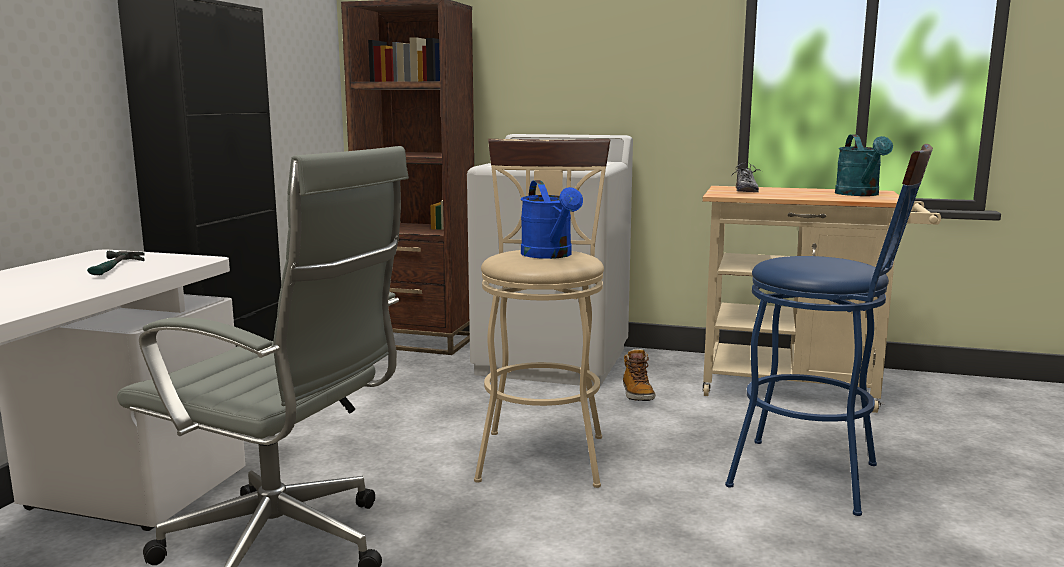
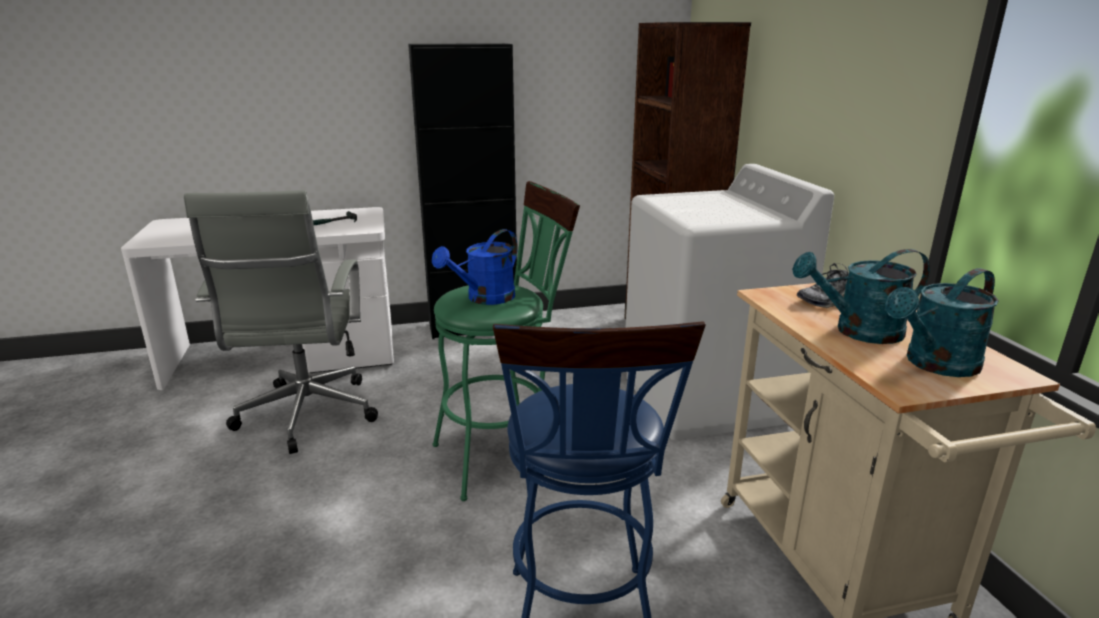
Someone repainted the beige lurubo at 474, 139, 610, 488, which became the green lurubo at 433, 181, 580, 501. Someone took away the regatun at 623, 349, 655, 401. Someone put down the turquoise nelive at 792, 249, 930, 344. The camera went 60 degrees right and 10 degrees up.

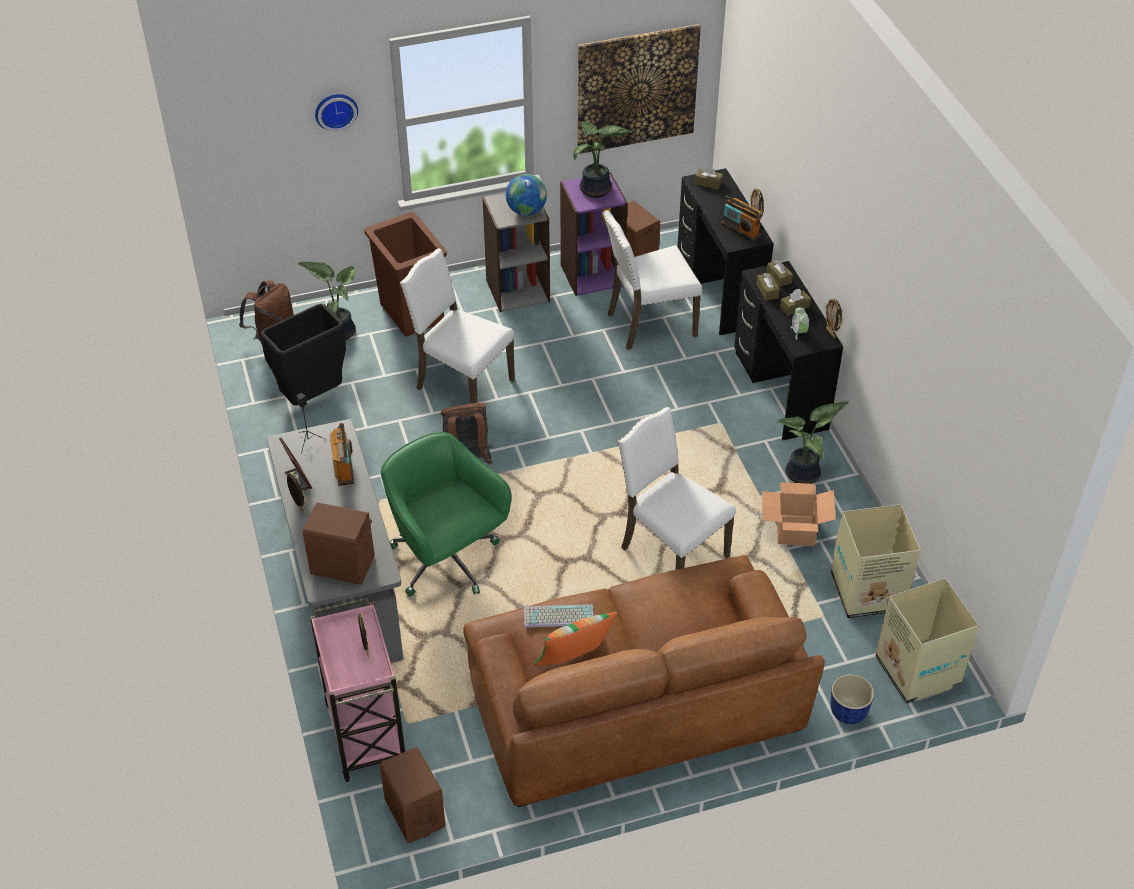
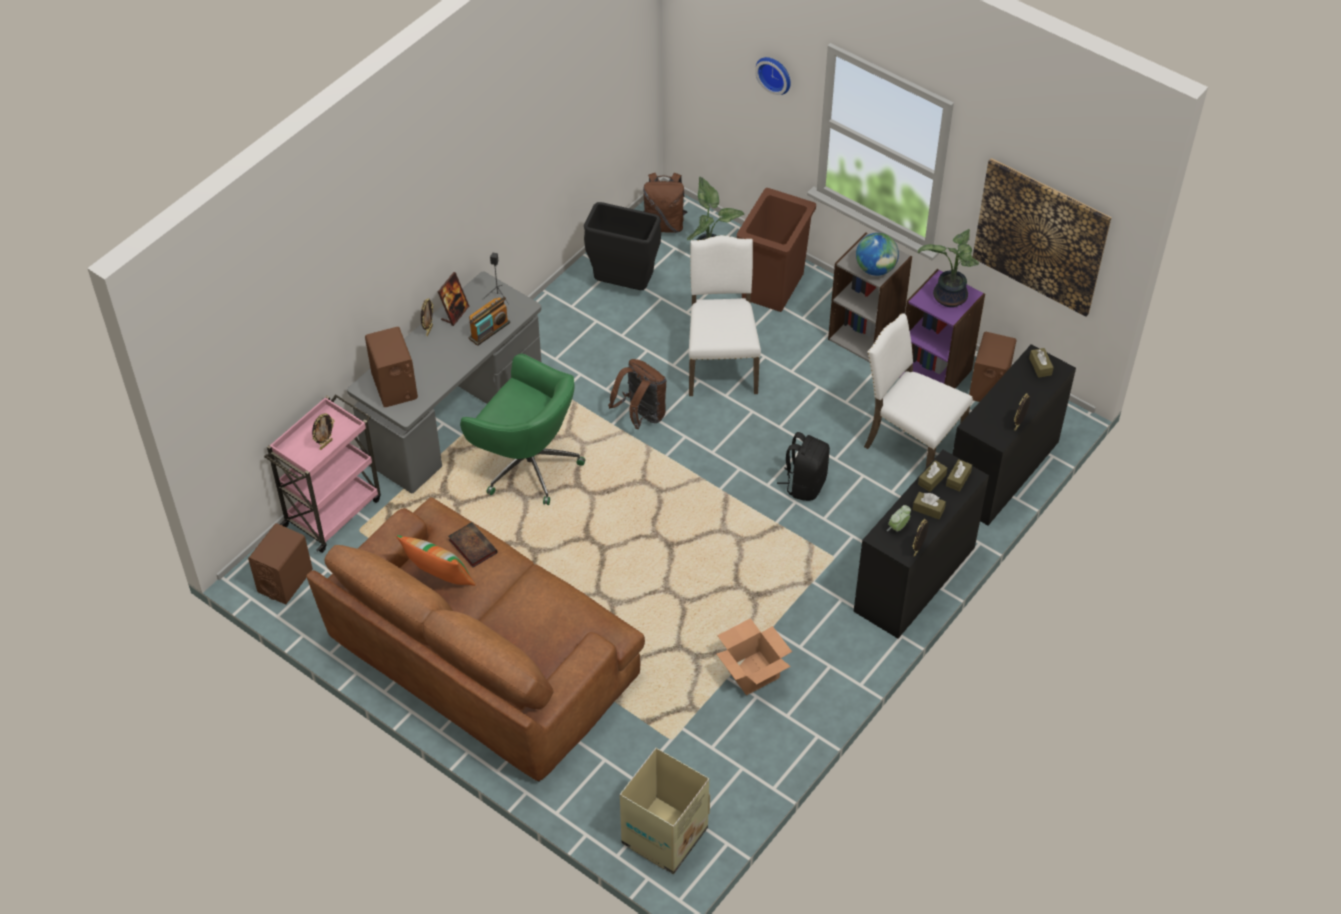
Someone took away the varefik at 721, 195, 762, 242. Someone took away the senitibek at 777, 401, 849, 484. Someone took away the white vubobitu at 618, 407, 736, 570. Someone rotated the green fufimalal at 381, 432, 512, 597 by 105 degrees clockwise. Someone took away the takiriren at 831, 504, 920, 618. Someone swapped the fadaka at 524, 604, 593, 628 for the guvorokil at 448, 522, 498, 568. Someone took away the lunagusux at 830, 674, 874, 724. Someone put down the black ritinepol at 777, 432, 830, 501. The camera went 55 degrees right and 5 degrees up.

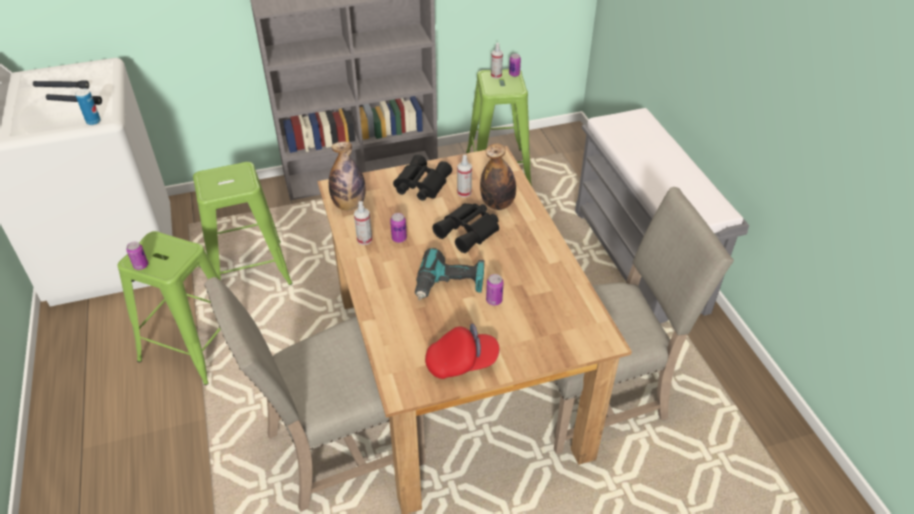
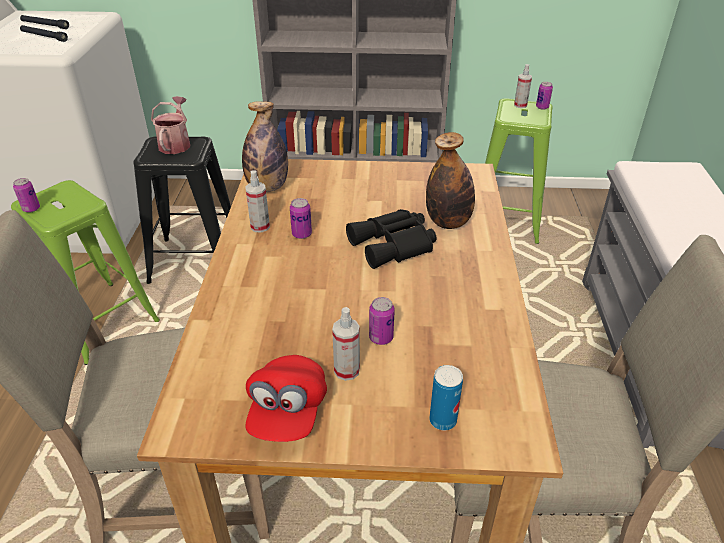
Someone carried the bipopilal from 75, 88, 101, 125 to 429, 365, 463, 431. Someone took away the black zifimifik at 393, 155, 452, 200. Someone carried the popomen from 457, 155, 472, 197 to 332, 307, 360, 381. Someone repainted the green lurubo at 193, 162, 292, 285, which became the black lurubo at 133, 136, 231, 284. Someone took away the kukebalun at 415, 248, 484, 301. Someone rotated the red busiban at 425, 323, 500, 379 by 90 degrees clockwise. Someone put down the nelive at 151, 96, 190, 154. The camera went 20 degrees right and 5 degrees down.

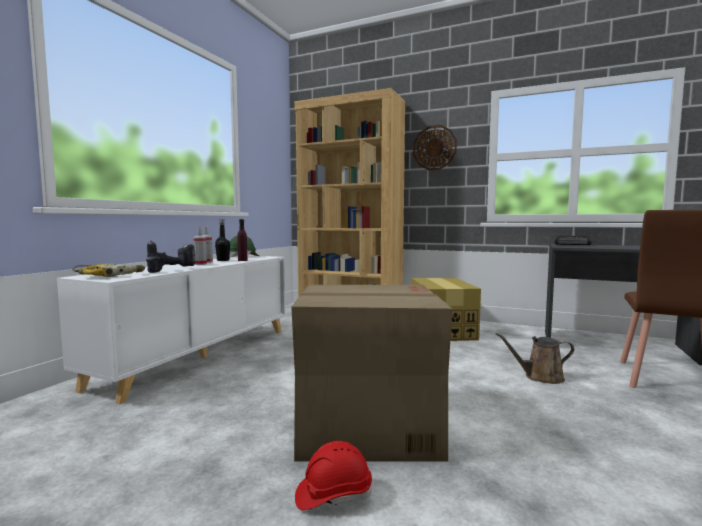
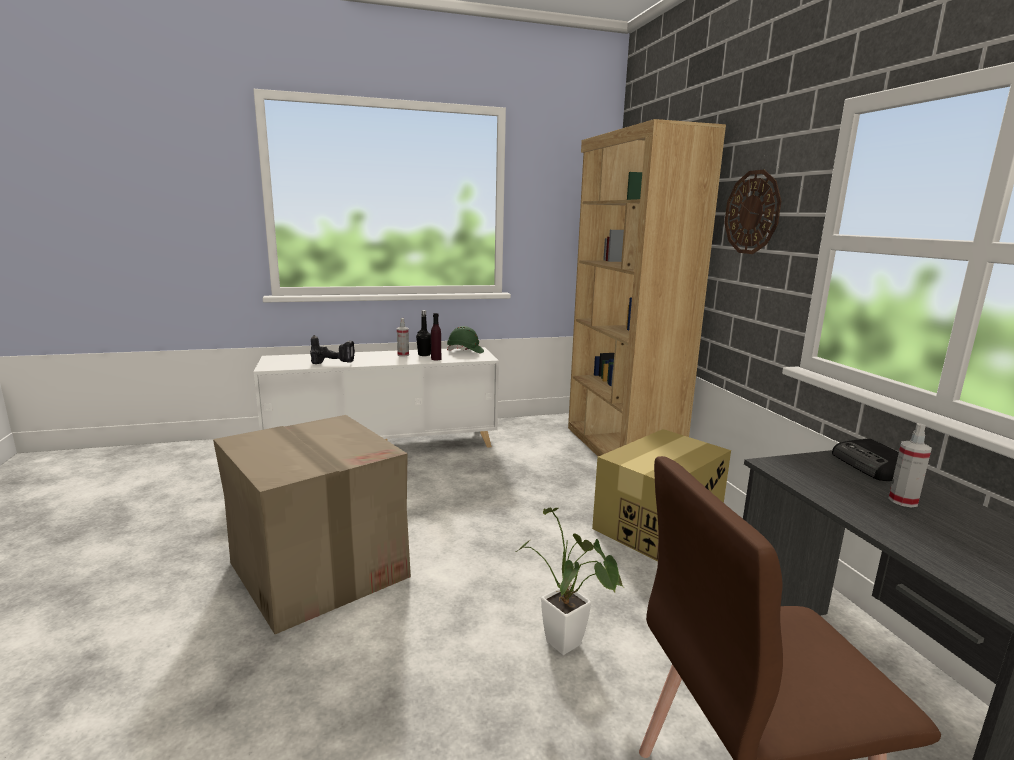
Someone carried the popomen from 194, 227, 207, 265 to 888, 423, 932, 507. Someone took away the kukebalun at 72, 263, 145, 277. Someone swapped the brown nelive at 495, 333, 574, 384 for the senitibek at 516, 507, 624, 655. Someone took away the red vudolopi at 295, 441, 372, 510. The camera went 50 degrees right and 10 degrees up.

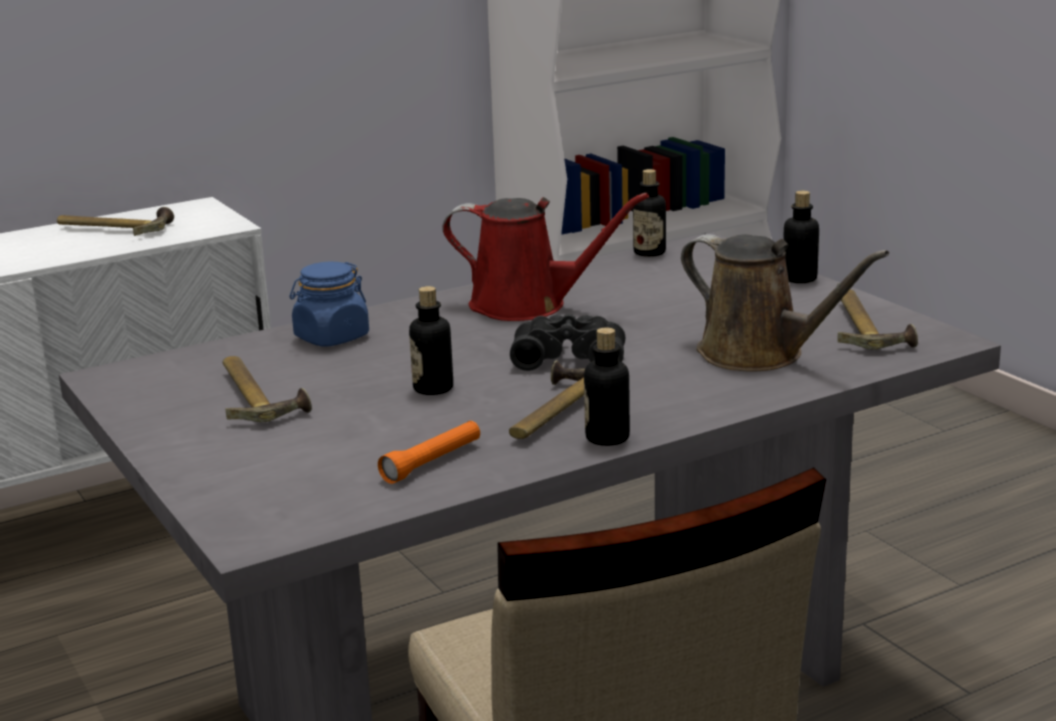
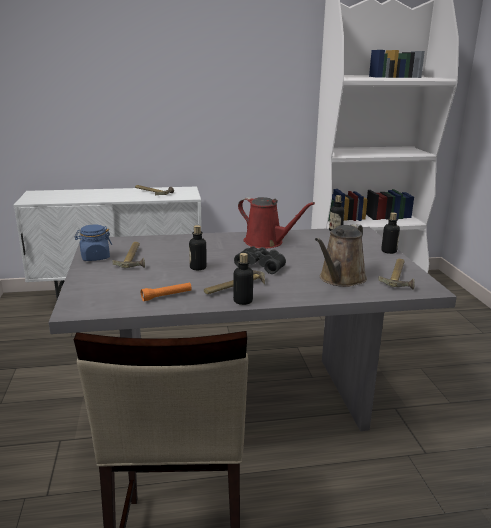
Someone rotated the brown nelive at 681, 234, 889, 372 by 60 degrees clockwise. Someone carried the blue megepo from 290, 261, 369, 346 to 75, 225, 112, 261. The camera went 20 degrees right and 0 degrees up.

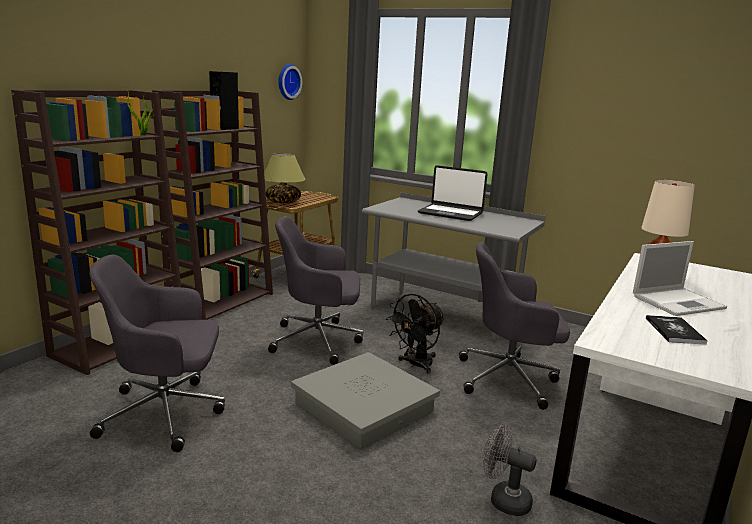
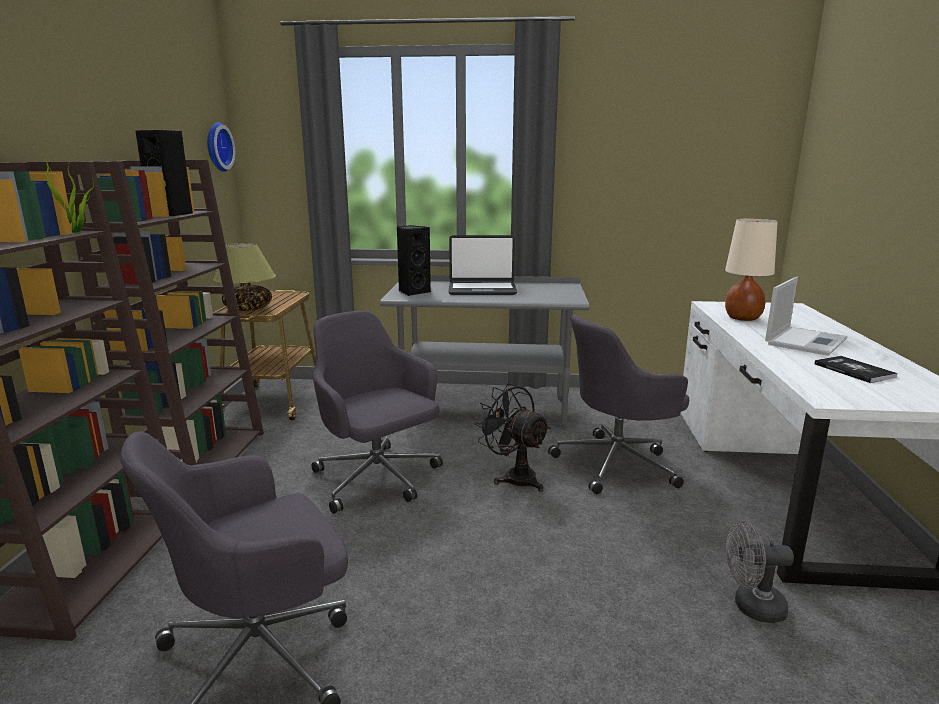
Someone rotated the grey fufimalal at 268, 216, 364, 365 by 75 degrees clockwise. Someone rotated the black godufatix at 386, 294, 445, 374 by 120 degrees clockwise. Someone took away the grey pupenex at 291, 352, 440, 448. Someone put down the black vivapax at 397, 225, 431, 296. The camera went 25 degrees left and 0 degrees up.

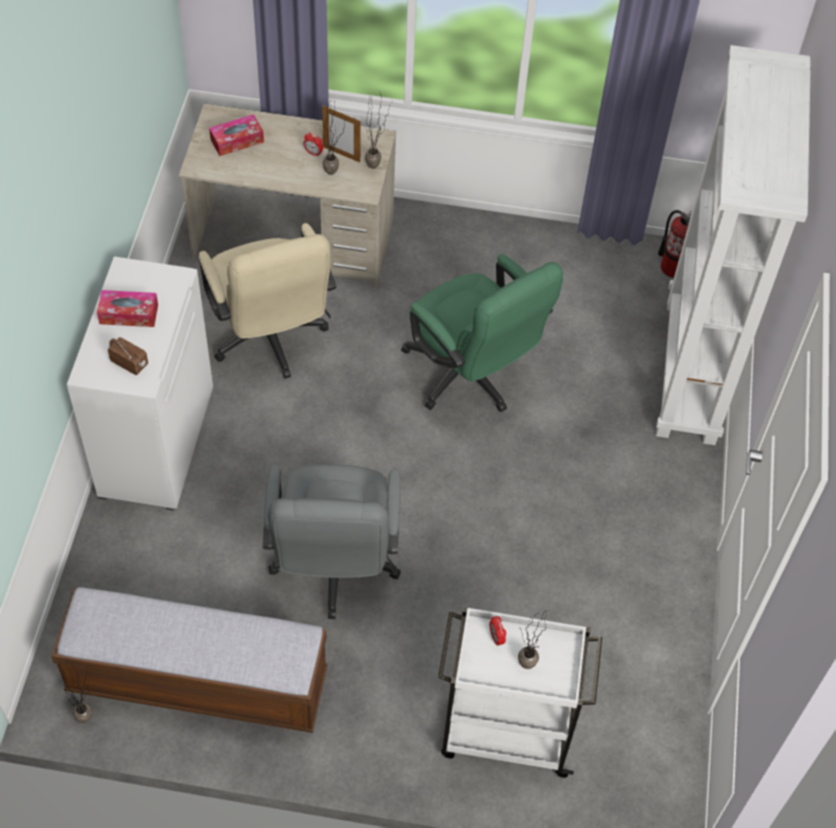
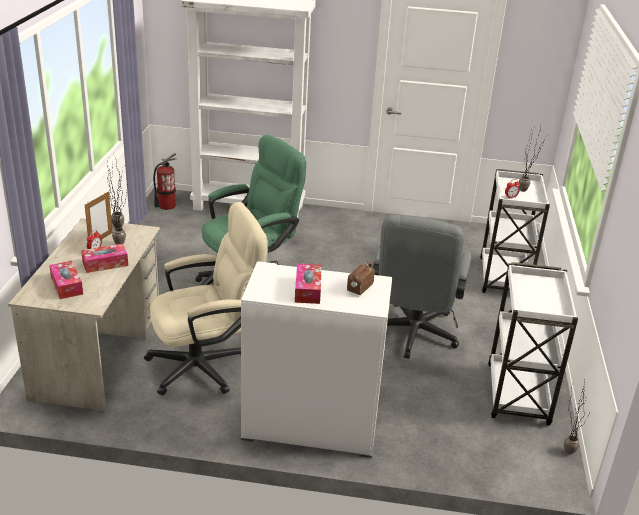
Someone rotated the grey fufimalal at 263, 464, 401, 619 by 105 degrees clockwise. Someone swapped the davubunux at 51, 587, 327, 733 for the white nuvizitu at 488, 262, 578, 425. Someone put down the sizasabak at 81, 244, 128, 273. The camera went 90 degrees left and 25 degrees down.

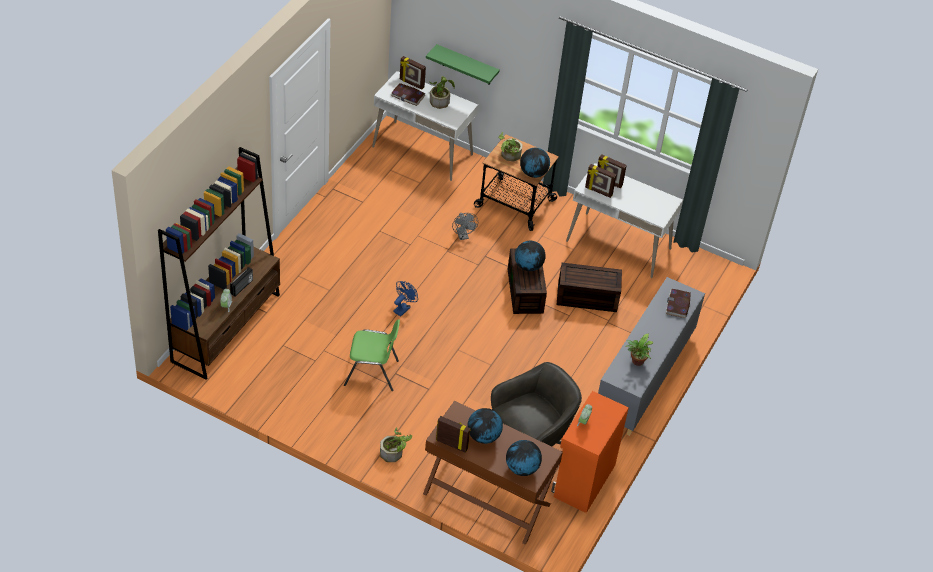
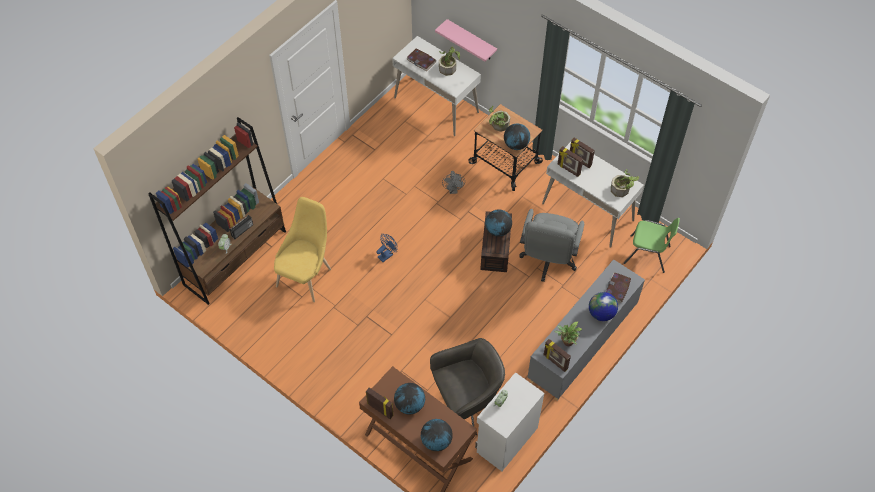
Someone repainted the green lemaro at 426, 44, 500, 85, which became the pink lemaro at 435, 19, 497, 62. Someone carried the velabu from 400, 56, 426, 90 to 544, 339, 571, 372. Someone swapped the brown pupenex at 557, 263, 622, 312 for the grey fufimalal at 519, 209, 584, 282. Someone carried the green vubobitu from 344, 319, 400, 391 to 624, 218, 680, 273. Someone repainted the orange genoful at 551, 391, 629, 513, which became the white genoful at 475, 372, 544, 471. Someone carried the senitibek from 380, 427, 412, 462 to 611, 169, 639, 197. Someone put down the yellow vubobitu at 274, 197, 331, 302. Someone put down the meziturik at 589, 292, 618, 321. The camera went 15 degrees right and 10 degrees up.

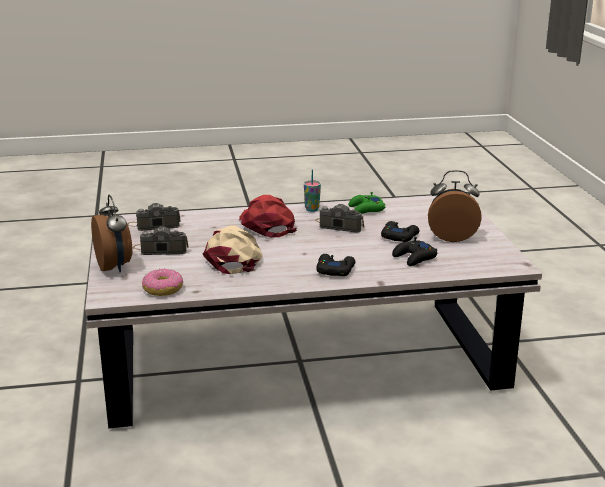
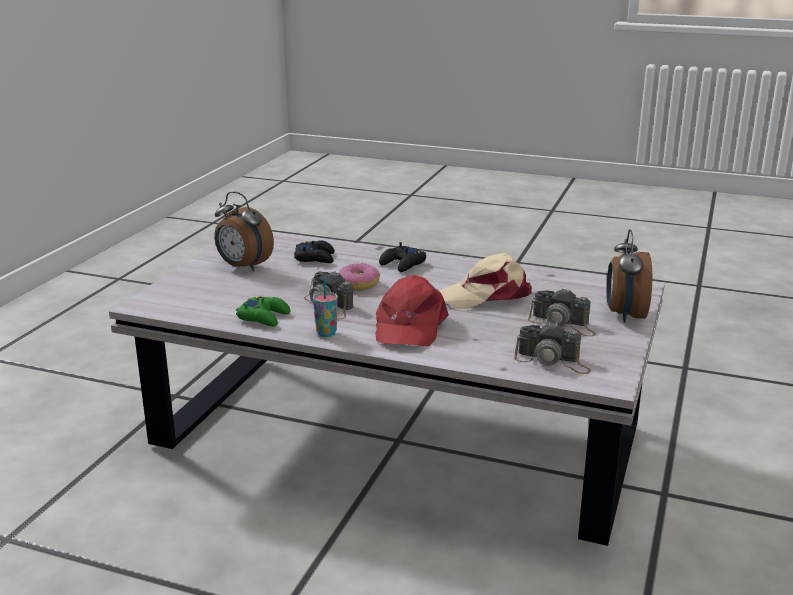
Someone took away the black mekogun at 381, 221, 419, 242. Someone rotated the beige busiban at 203, 225, 263, 274 by 45 degrees clockwise. Someone carried the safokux from 142, 268, 183, 296 to 338, 263, 380, 291. The camera went 150 degrees left and 0 degrees up.

